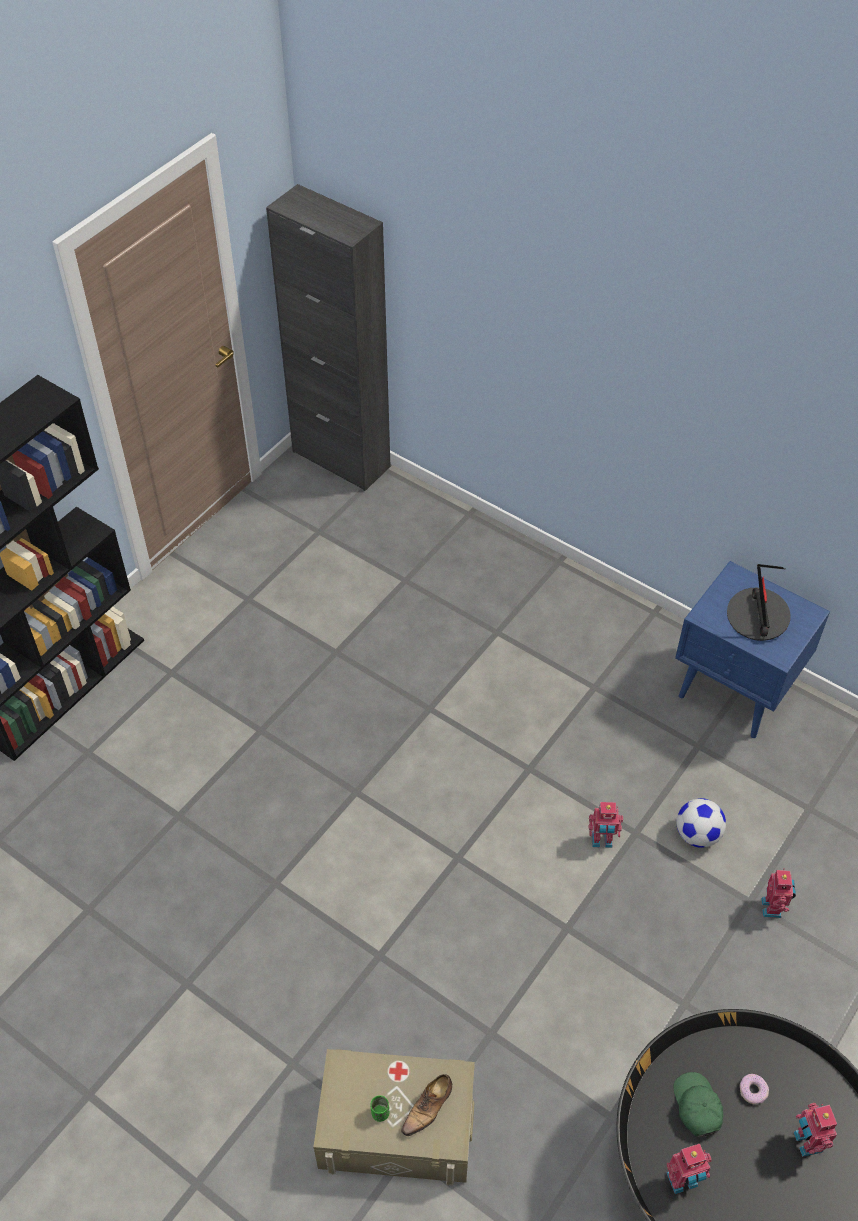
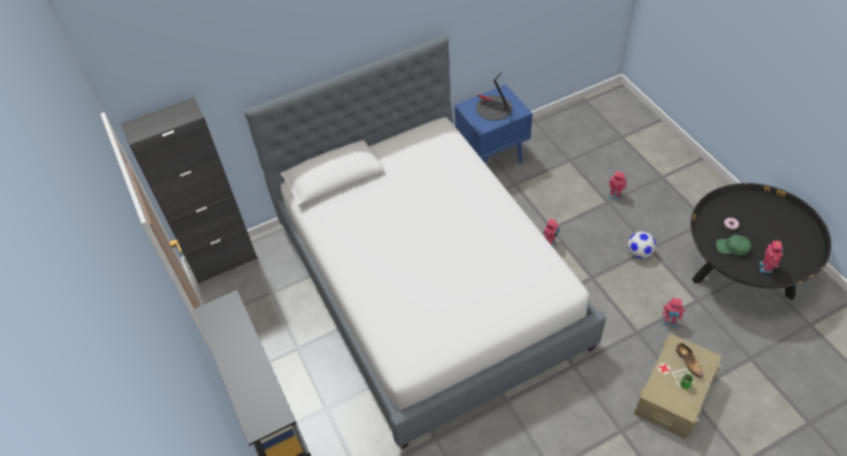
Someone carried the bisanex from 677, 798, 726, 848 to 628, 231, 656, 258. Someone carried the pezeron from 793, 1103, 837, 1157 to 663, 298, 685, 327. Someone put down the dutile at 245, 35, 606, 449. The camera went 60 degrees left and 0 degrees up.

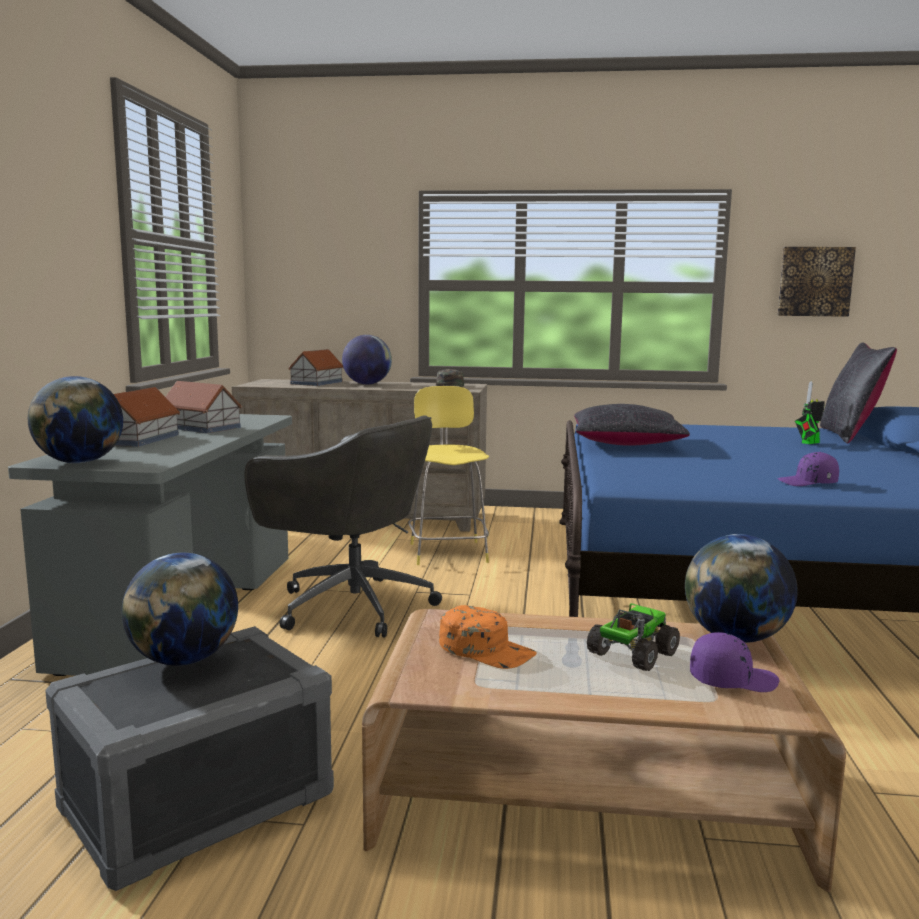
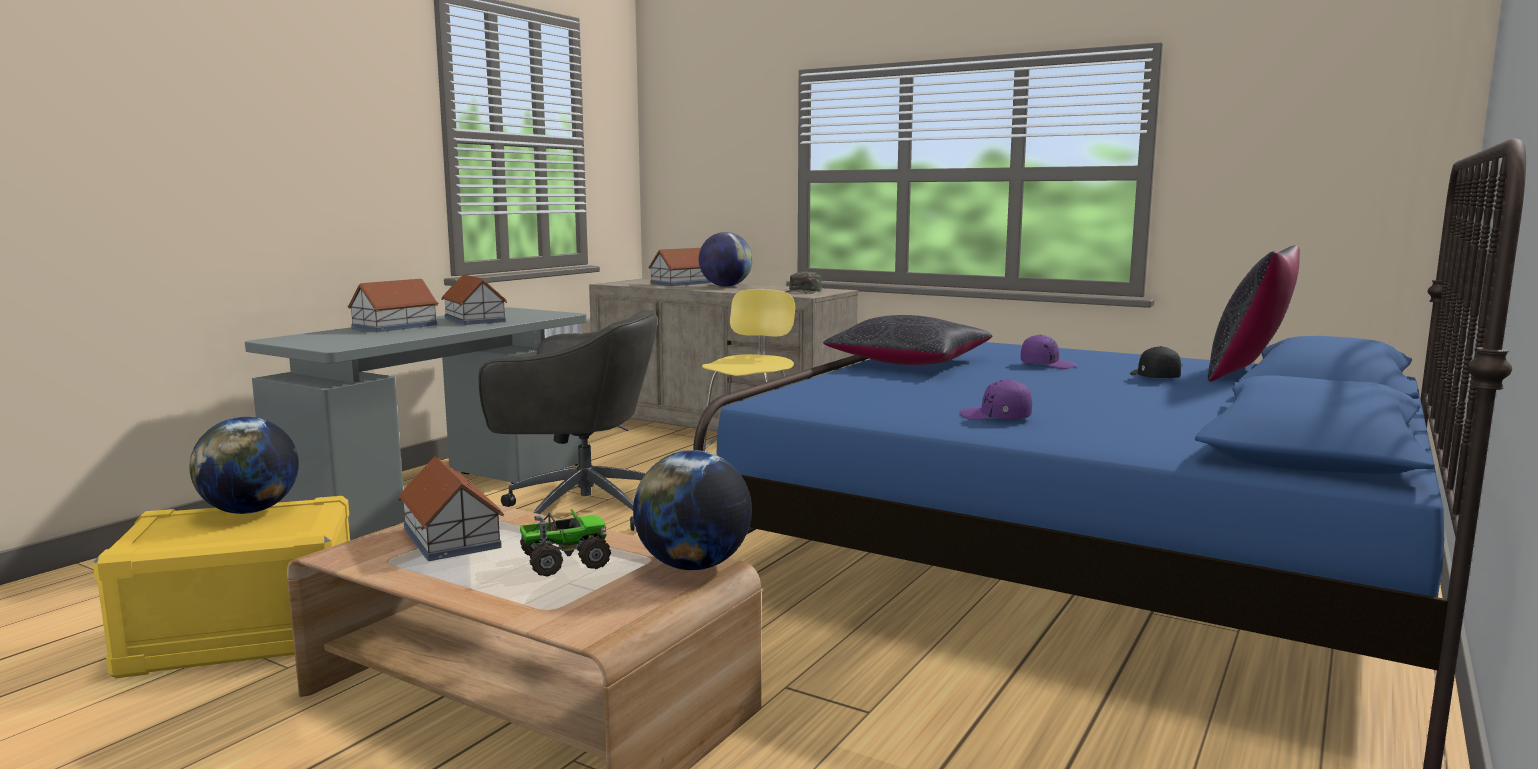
Someone took away the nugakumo at 777, 247, 856, 317. Someone took away the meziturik at 28, 376, 123, 464. Someone swapped the pezeron at 795, 381, 825, 444 for the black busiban at 1130, 346, 1181, 378. Someone rotated the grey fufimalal at 244, 415, 442, 638 by 45 degrees counterclockwise. Someone swapped the orange busiban at 439, 605, 537, 669 for the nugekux at 398, 456, 504, 561. Someone repainted the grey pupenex at 45, 626, 334, 891, which became the yellow pupenex at 93, 496, 350, 678. Someone carried the purple busiban from 690, 632, 780, 692 to 1021, 334, 1077, 369. The camera went 25 degrees right and 0 degrees up.

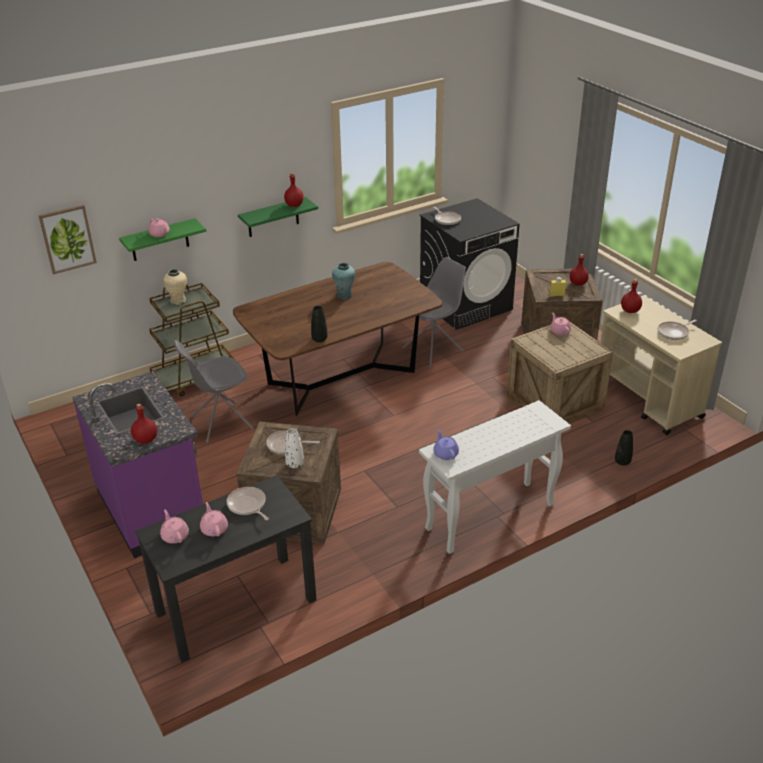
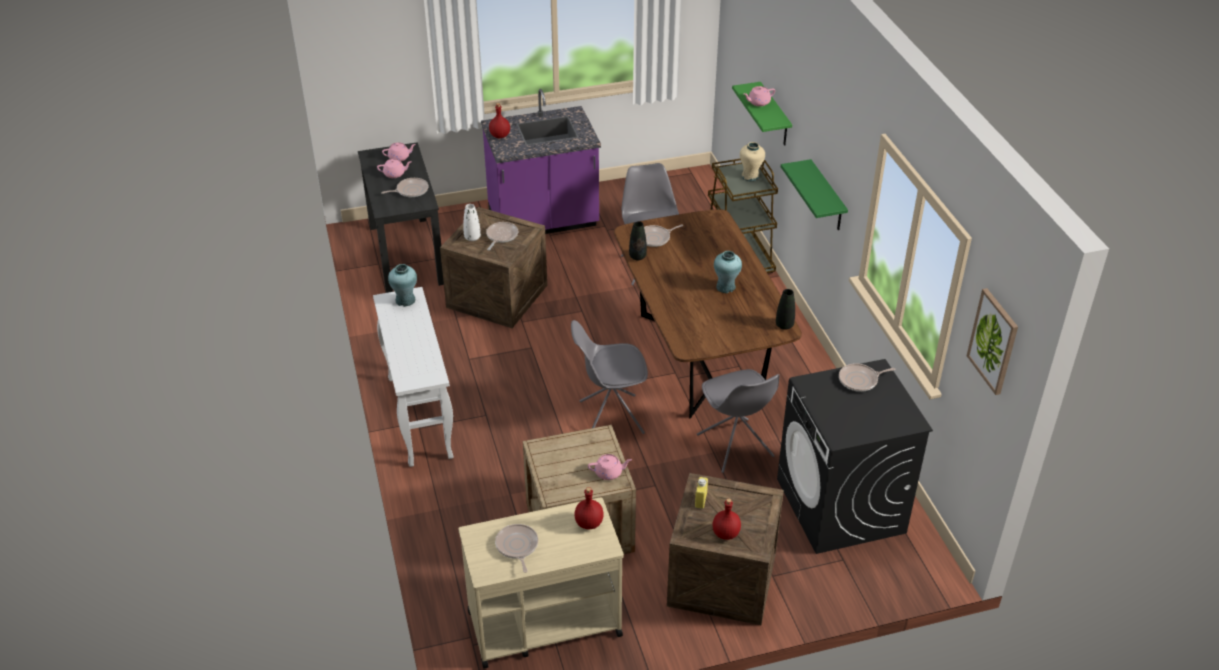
Someone took away the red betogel at 284, 173, 304, 207. Someone carried the nugakumo from 38, 205, 97, 274 to 967, 288, 1018, 395. Someone swapped the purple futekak at 433, 430, 459, 460 for the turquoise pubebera at 388, 264, 417, 307. Someone carried the black pubebera from 615, 430, 633, 466 to 776, 289, 795, 330. Someone put down the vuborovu at 644, 225, 683, 247. Someone put down the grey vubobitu at 571, 320, 648, 434. The camera went 105 degrees right and 5 degrees up.

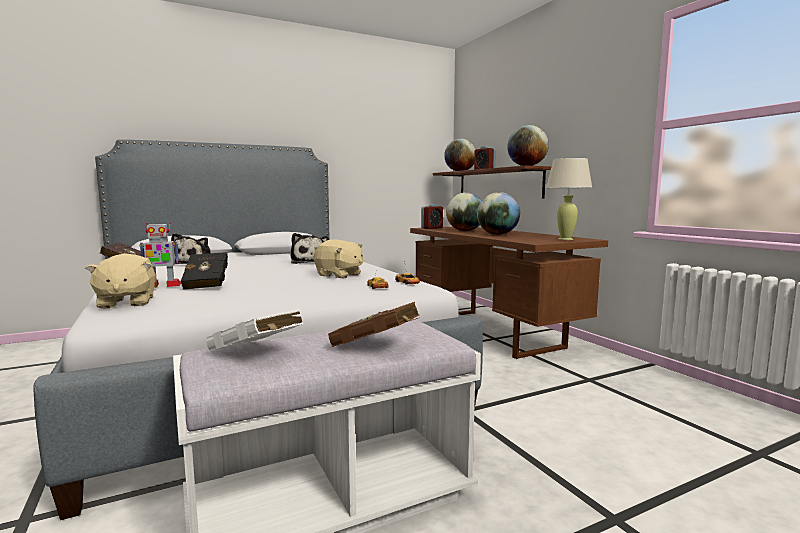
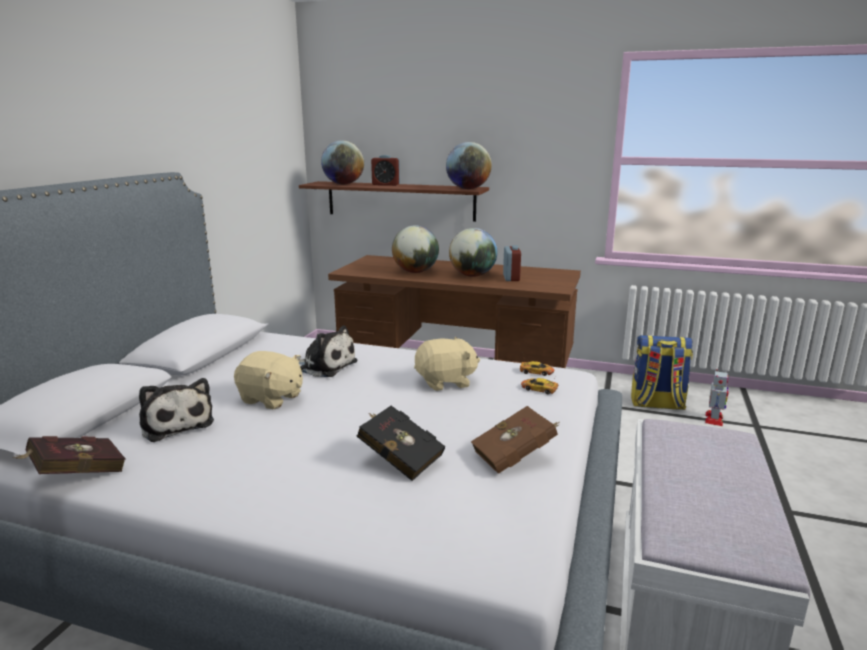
Someone took away the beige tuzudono at 546, 158, 592, 240. Someone carried the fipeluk from 421, 204, 443, 229 to 503, 245, 521, 281. Someone carried the pezeron from 139, 222, 181, 288 to 705, 369, 728, 426. Someone carried the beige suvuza from 85, 253, 155, 309 to 234, 351, 303, 409. Someone carried the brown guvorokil from 328, 302, 419, 347 to 471, 406, 559, 474. Someone took away the white guvorokil at 206, 309, 303, 351. Someone put down the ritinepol at 631, 335, 693, 410. The camera went 45 degrees left and 10 degrees up.

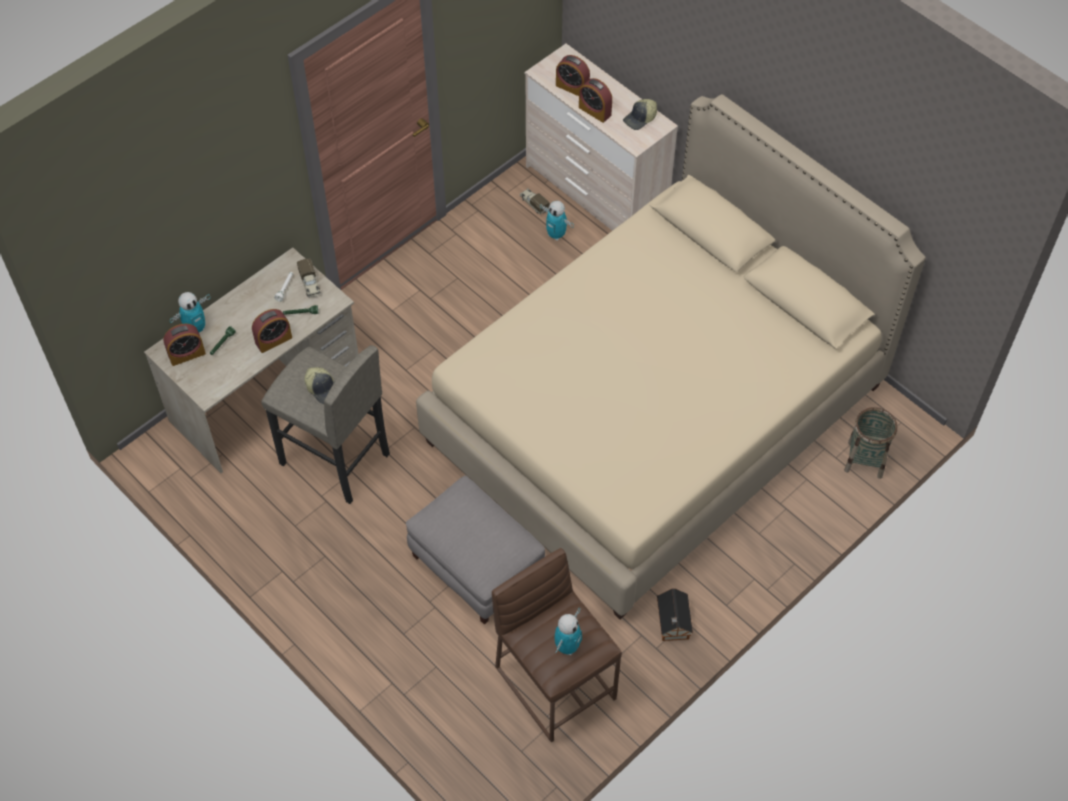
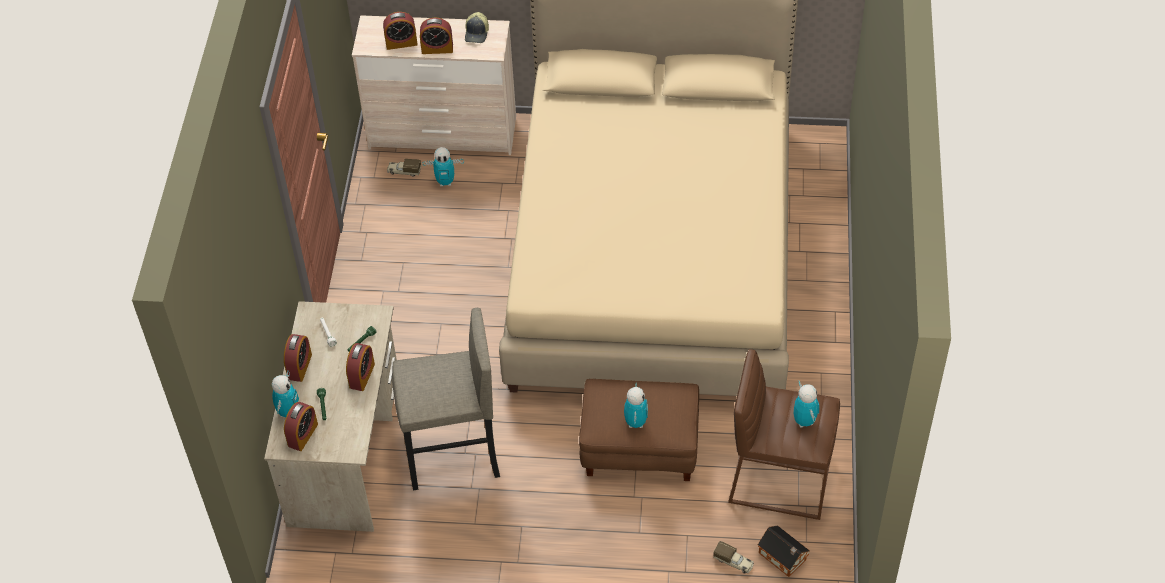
Someone carried the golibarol from 297, 258, 321, 297 to 713, 541, 754, 574. Someone took away the busiban at 304, 367, 335, 404. Someone took away the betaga at 844, 407, 897, 479. Someone repainted the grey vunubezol at 406, 475, 545, 624, which became the brown vunubezol at 579, 379, 699, 481. Someone carried the nugekux from 657, 588, 693, 641 to 758, 525, 810, 577. Someone put down the fipeluk at 284, 334, 312, 382. Someone put down the pezeron at 624, 384, 648, 428. The camera went 40 degrees left and 5 degrees down.

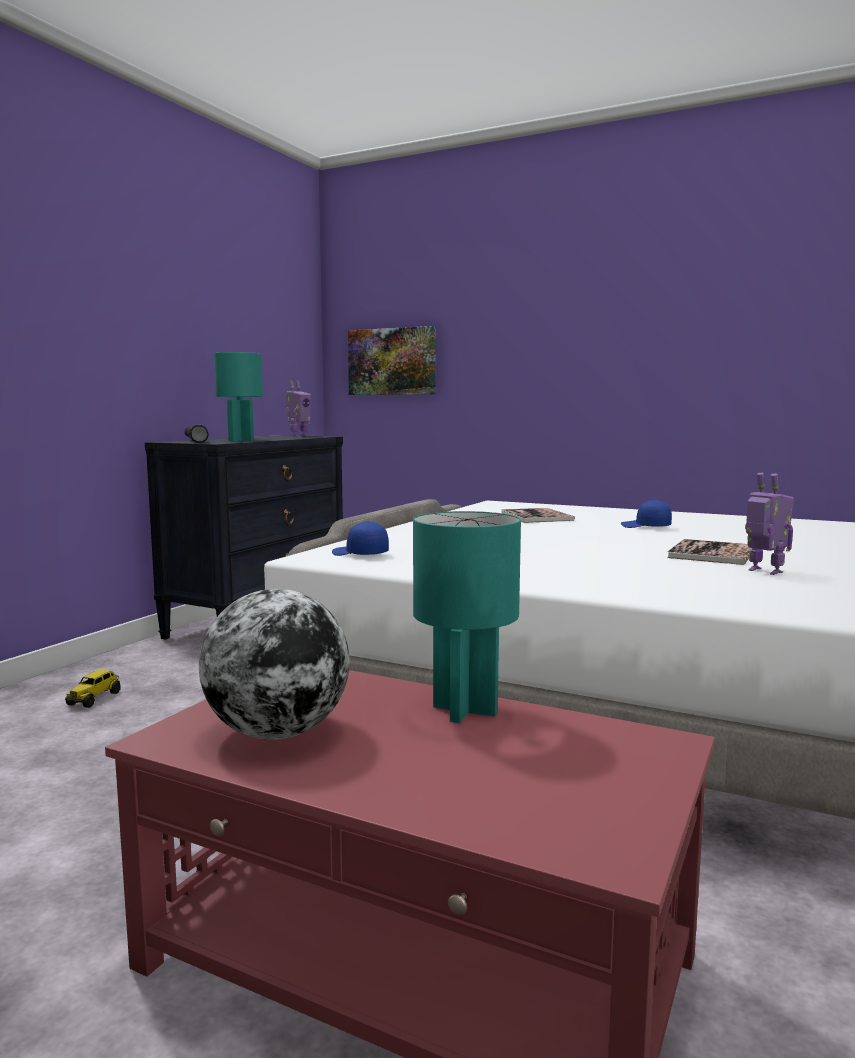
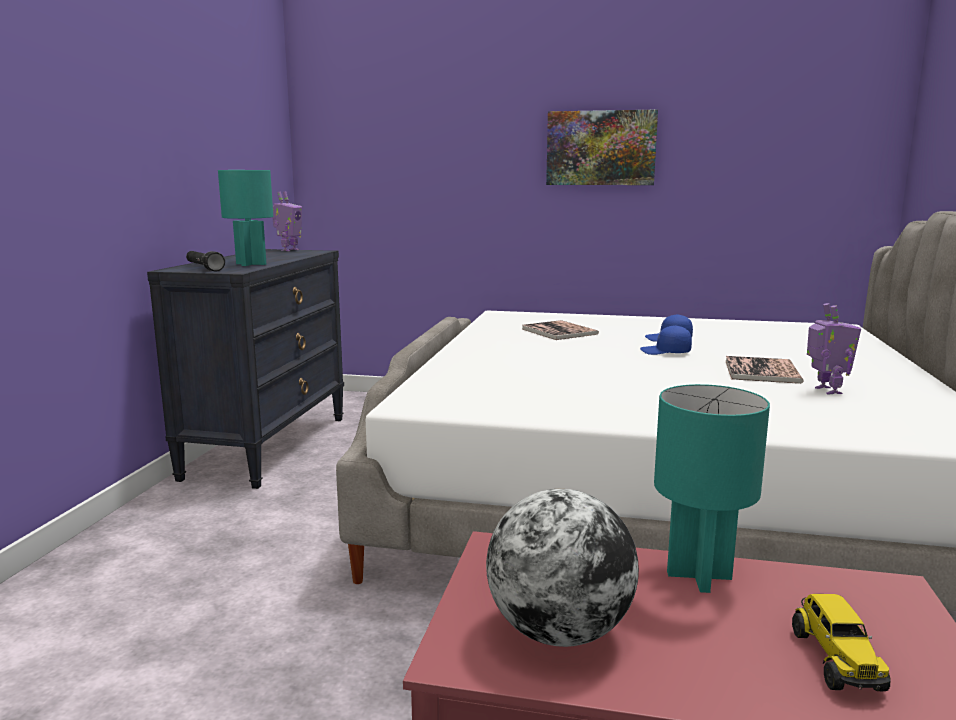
Someone carried the nugakumo from 348, 326, 436, 395 to 546, 109, 658, 185. Someone rotated the pezeron at 745, 473, 794, 575 by 45 degrees clockwise. Someone carried the blue busiban from 332, 521, 389, 556 to 640, 325, 692, 355. Someone carried the golibarol from 65, 670, 121, 708 to 792, 594, 891, 691. The camera went 15 degrees left and 5 degrees up.

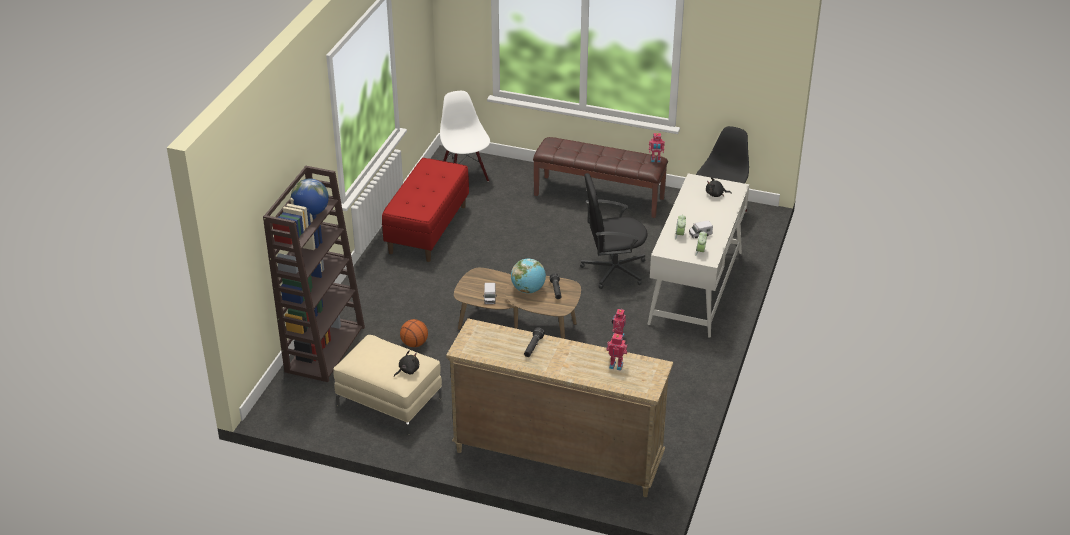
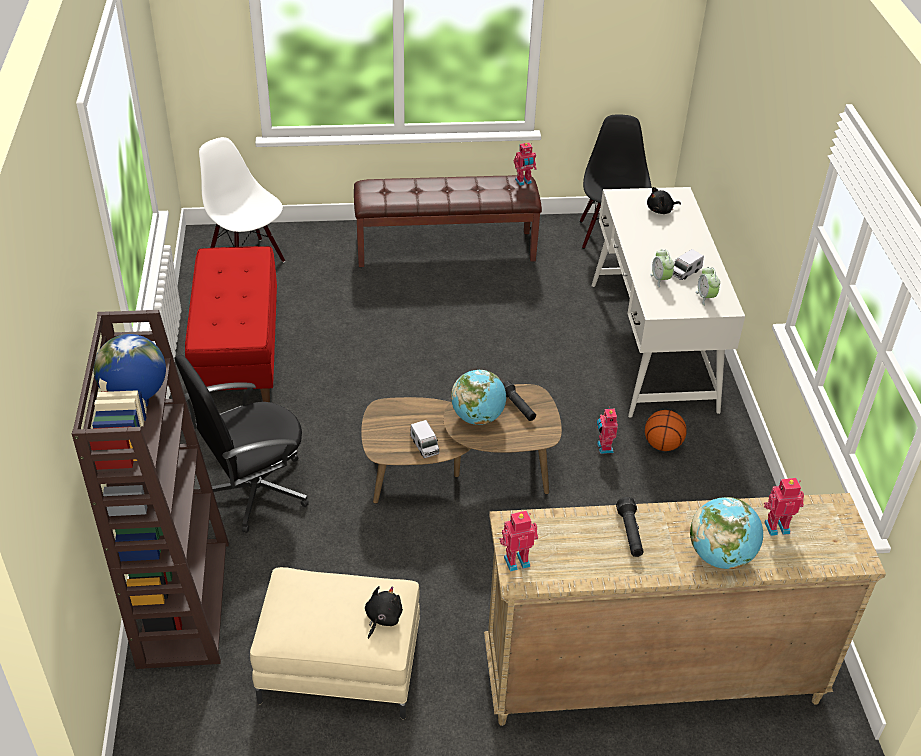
Someone carried the black fufimalal from 580, 173, 648, 289 to 175, 355, 309, 533. Someone carried the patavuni from 400, 319, 428, 347 to 645, 410, 687, 451. Someone put down the meziturik at 690, 497, 763, 569. Someone put down the pezeron at 499, 511, 538, 572. The camera went 25 degrees left and 5 degrees up.

